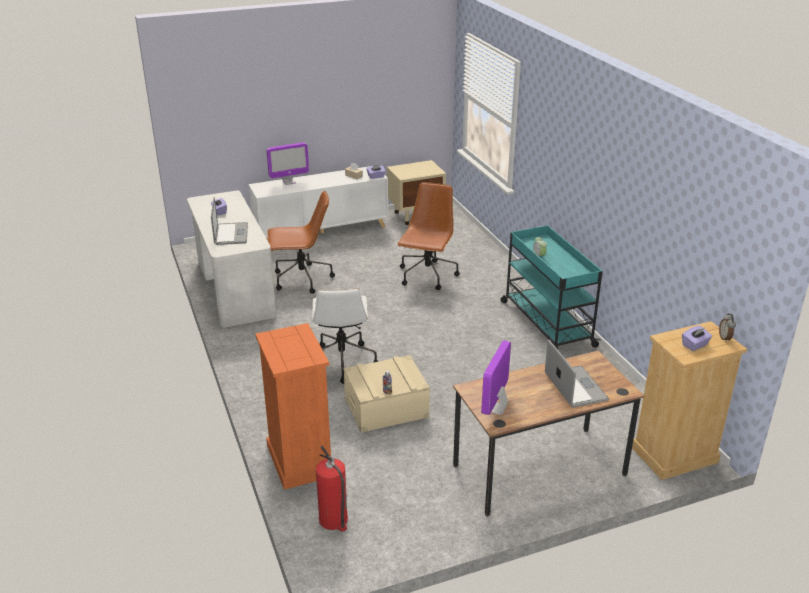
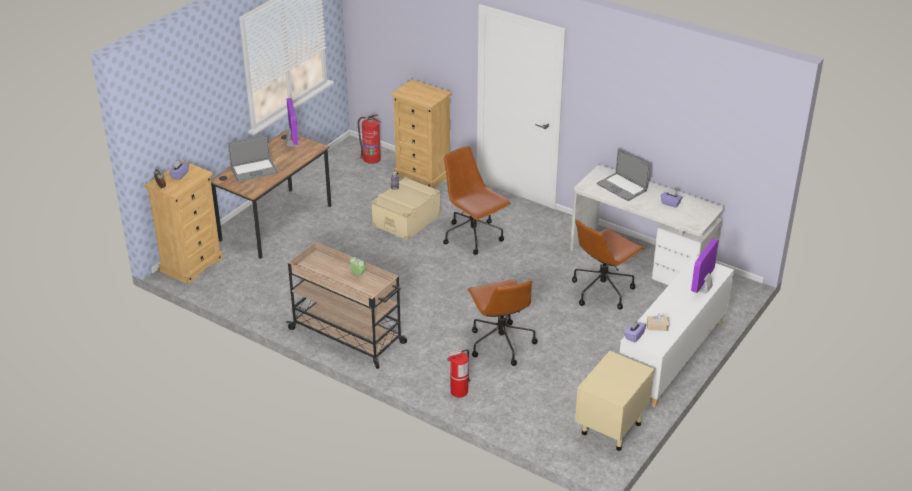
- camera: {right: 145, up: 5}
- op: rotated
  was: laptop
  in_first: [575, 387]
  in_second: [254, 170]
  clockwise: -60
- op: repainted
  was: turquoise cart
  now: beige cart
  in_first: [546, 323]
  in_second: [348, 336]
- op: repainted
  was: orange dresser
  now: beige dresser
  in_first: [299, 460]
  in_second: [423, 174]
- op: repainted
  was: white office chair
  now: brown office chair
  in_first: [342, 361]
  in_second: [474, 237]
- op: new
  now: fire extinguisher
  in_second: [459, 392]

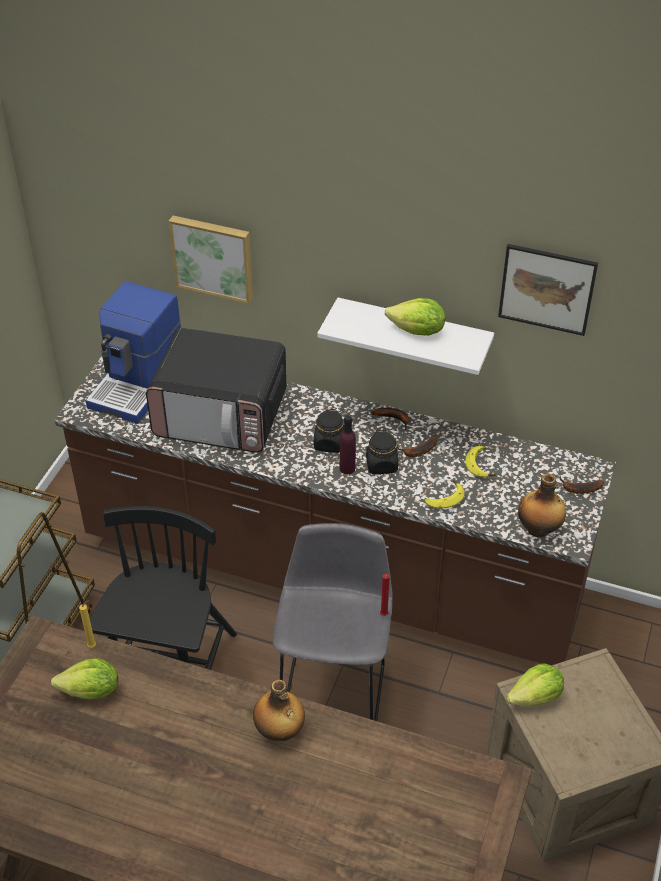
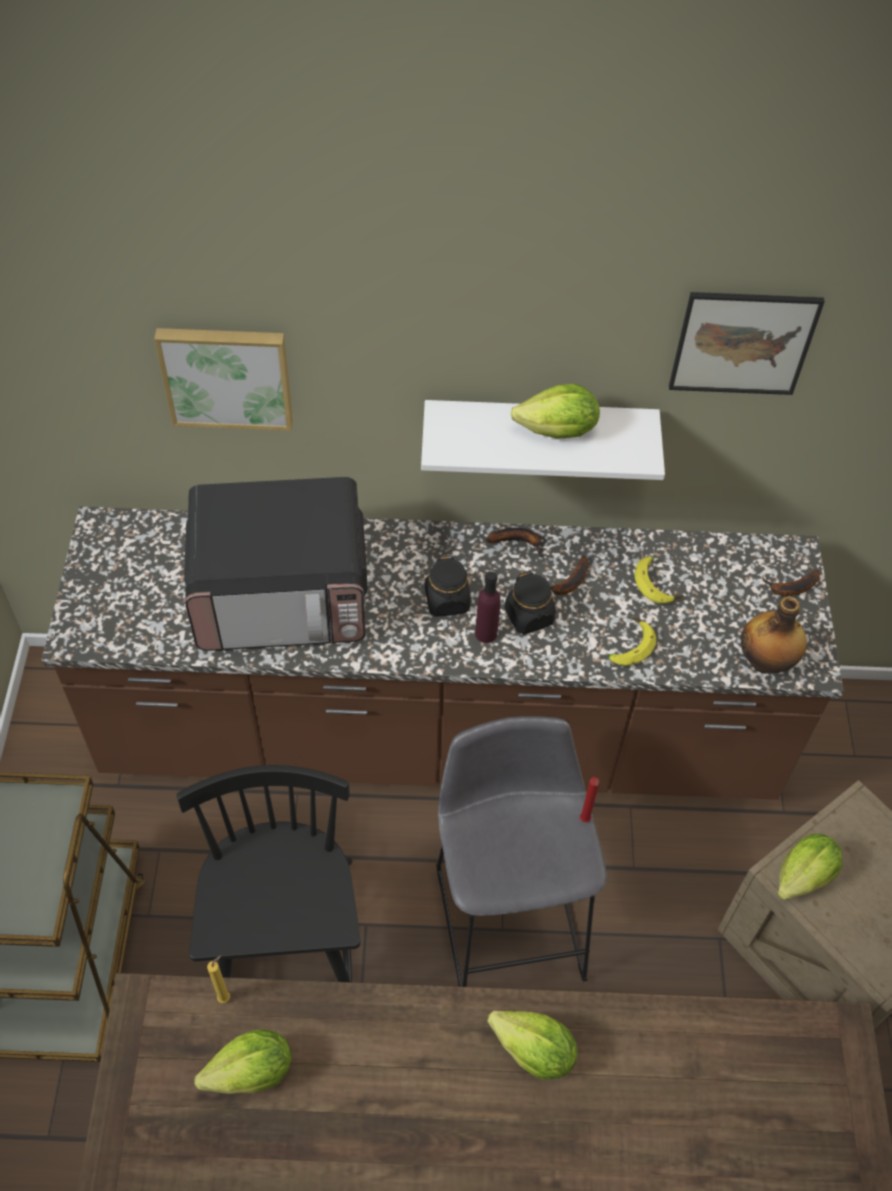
- camera: {right: -20, up: 10}
- op: swapped
  was: bottle
  now: lettuce
  in_first: [279, 731]
  in_second: [534, 1052]
- op: gone
  was: coffee machine
  in_first: [138, 384]

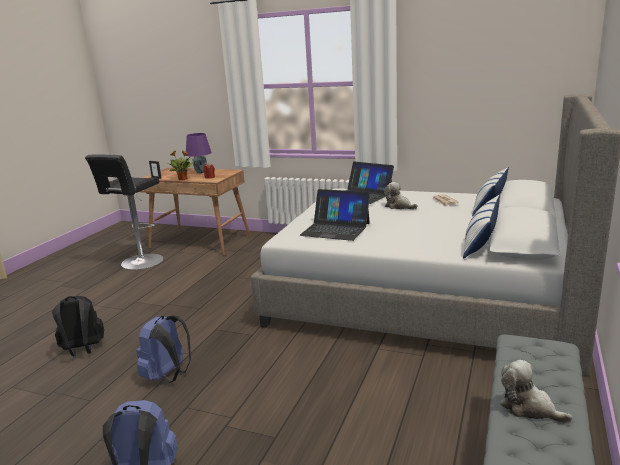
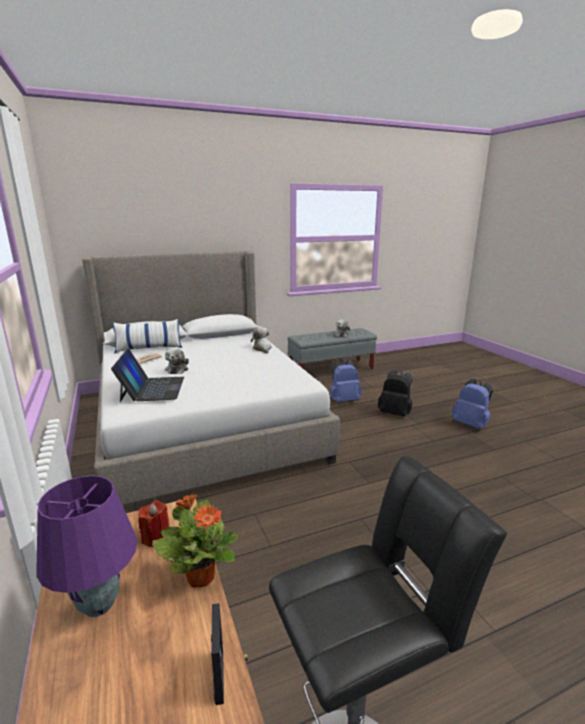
- camera: {right: -135, up: 0}
- op: new
  now: plush toy
  in_second: [262, 349]
- op: shifted
  was: blue backpack
  in_first: [168, 376]
  in_second: [343, 400]
- op: shifted
  was: black backpack
  in_first: [82, 350]
  in_second: [395, 413]
- op: gone
  was: laptop
  in_first: [335, 229]
- op: gone
  was: pillow
  in_first: [480, 243]

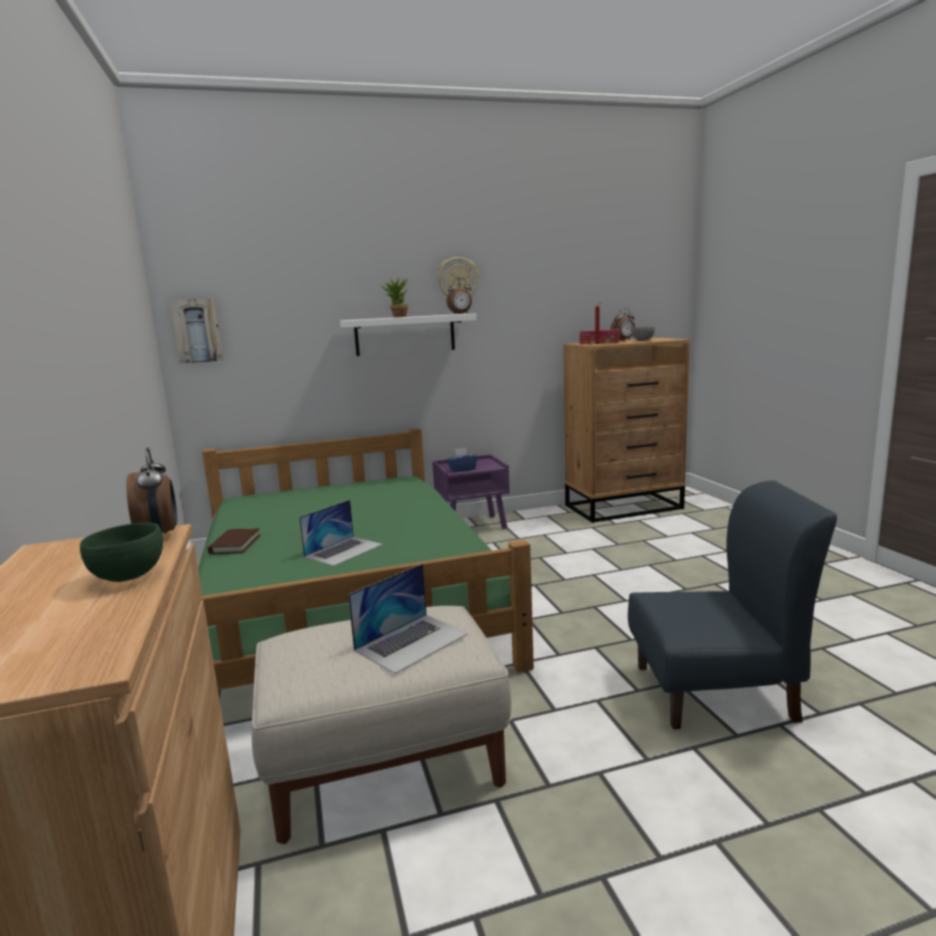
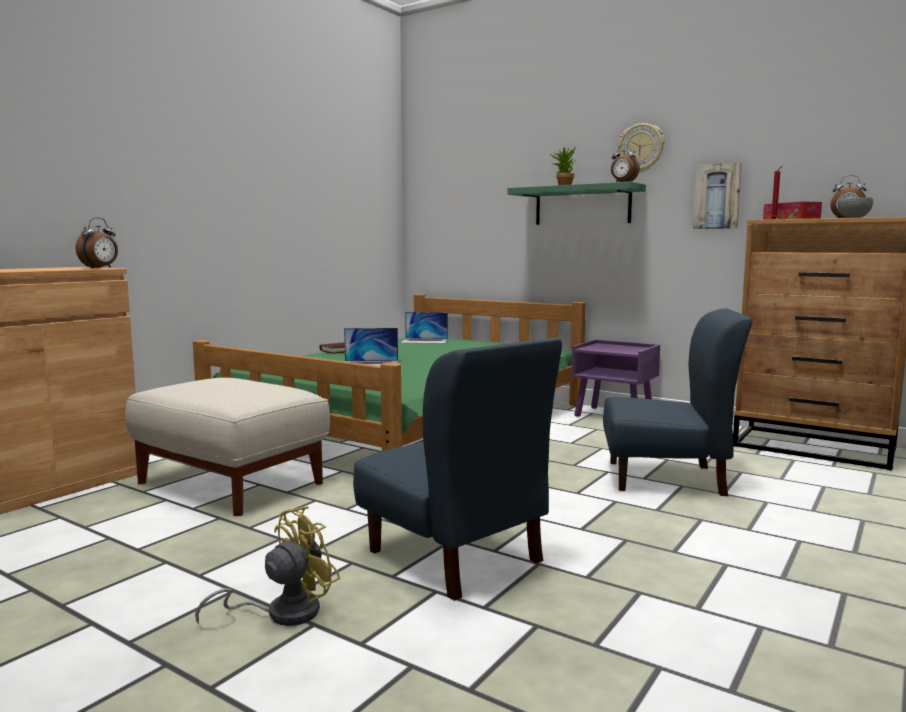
- camera: {right: 50, up: -5}
- op: new
  now: yellow fan
  in_second: [282, 613]
- op: shifted
  was: laptop
  in_first: [411, 642]
  in_second: [424, 341]
- op: repainted
  was: white shelf
  now: green shelf
  in_first: [405, 334]
  in_second: [582, 205]
- op: new
  now: blue chair
  in_second: [666, 478]
- op: shifted
  was: picture
  in_first: [197, 331]
  in_second: [717, 196]
- op: gone
  was: green bowl
  in_first: [129, 577]
- op: gone
  was: blue tissue box
  in_first: [462, 469]

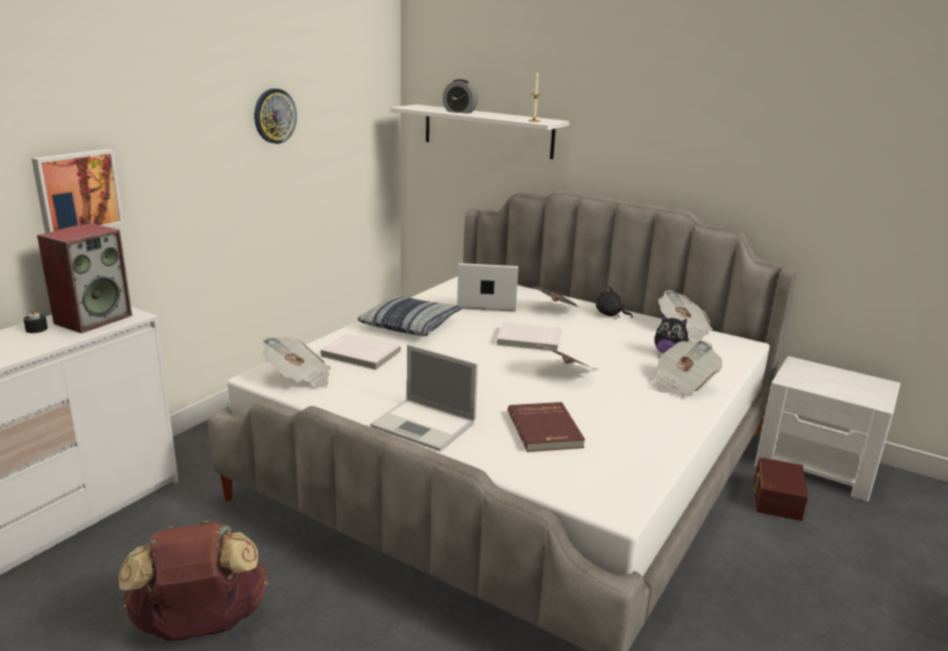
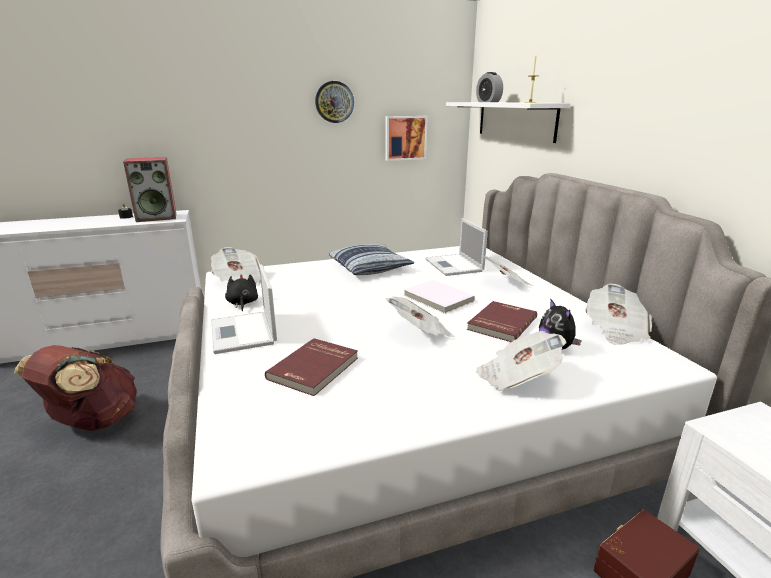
- camera: {right: 40, up: 0}
- op: shifted
  was: black plush toy
  in_first: [610, 314]
  in_second: [242, 303]
- op: shifted
  was: picture
  in_first: [77, 192]
  in_second: [405, 138]
- op: rotated
  was: laptop
  in_first: [485, 302]
  in_second: [454, 265]
  clockwise: -150
- op: new
  now: red book
  in_second: [501, 323]
- op: gone
  was: white book
  in_first: [360, 355]

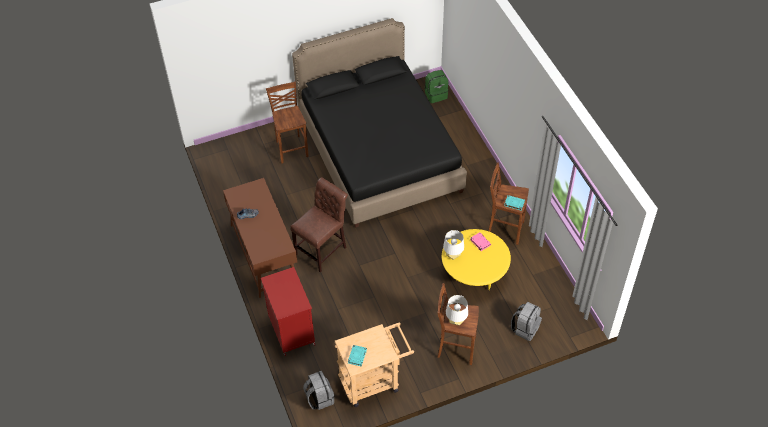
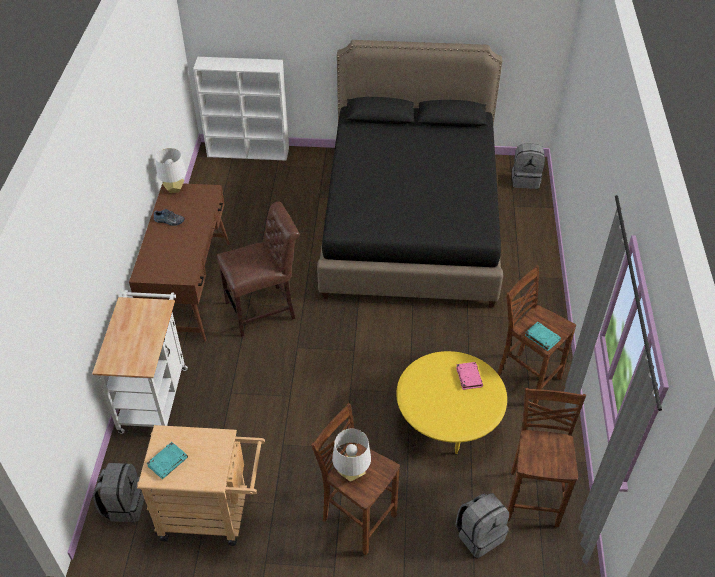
- camera: {right: 25, up: -5}
- op: swapped
  was: red cabinet
  now: white cart
  in_first: [291, 329]
  in_second: [154, 394]
- op: shifted
  was: white table lamp
  in_first: [453, 255]
  in_second: [174, 189]
- op: new
  now: white bookcase
  in_second: [249, 152]
- op: shifted
  was: brown stool
  in_first: [291, 148]
  in_second: [533, 497]
- op: repainted
  was: green backpack
  now: grey backpack
  in_first: [435, 95]
  in_second: [525, 180]

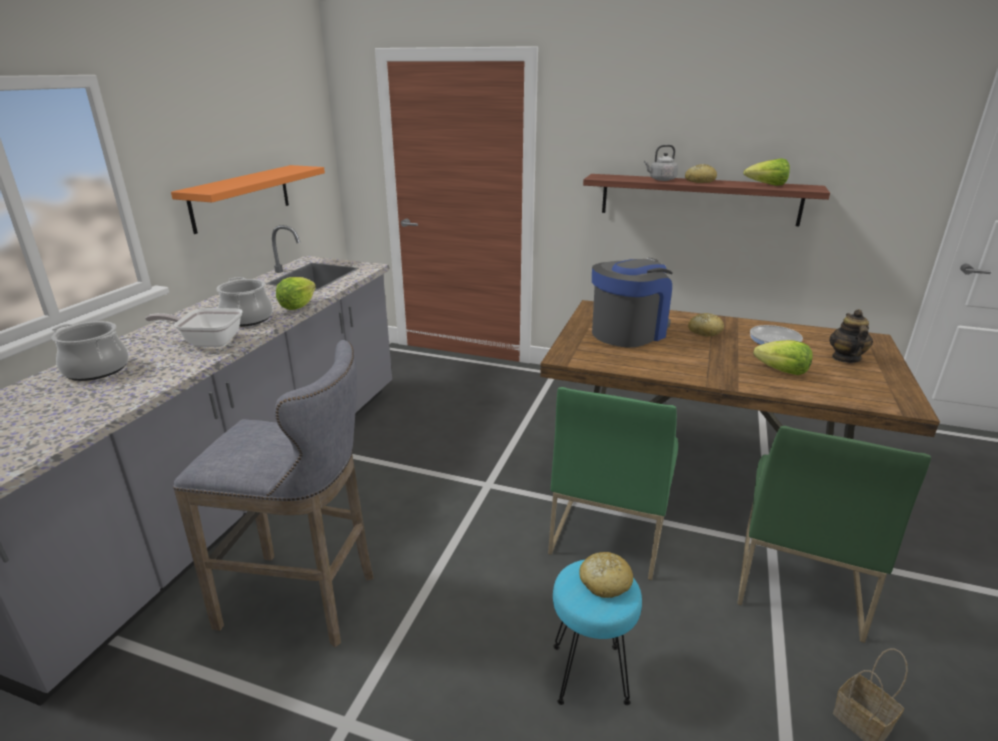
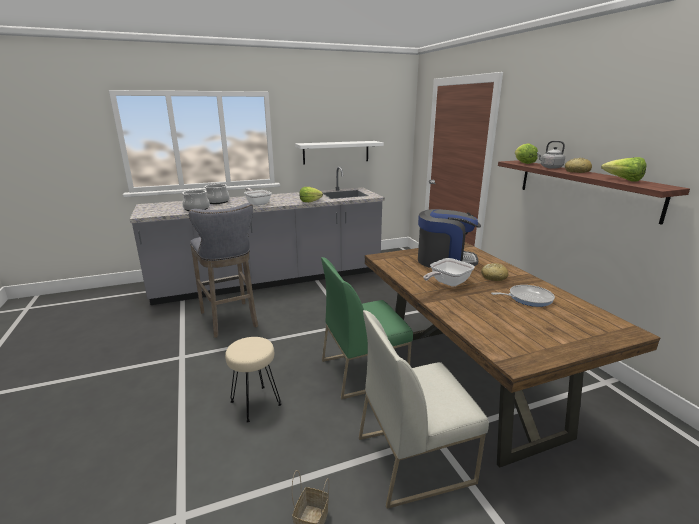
- camera: {right: 50, up: -5}
- op: shifted
  was: cooking pot
  in_first: [247, 319]
  in_second: [196, 209]
- op: repainted
  was: turquoise stool
  now: beige stool
  in_first: [589, 675]
  in_second: [255, 404]
- op: repainted
  was: orange shelf
  now: white shelf
  in_first: [241, 197]
  in_second: [336, 152]
- op: repainted
  was: green chair
  now: white chair
  in_first: [797, 578]
  in_second: [414, 458]
- op: new
  now: frying pan
  in_second: [447, 283]
- op: shifted
  was: lettuce
  in_first: [782, 371]
  in_second: [523, 163]
- op: gone
  was: bread
  in_first: [604, 582]
- op: gone
  was: teapot
  in_first: [845, 358]

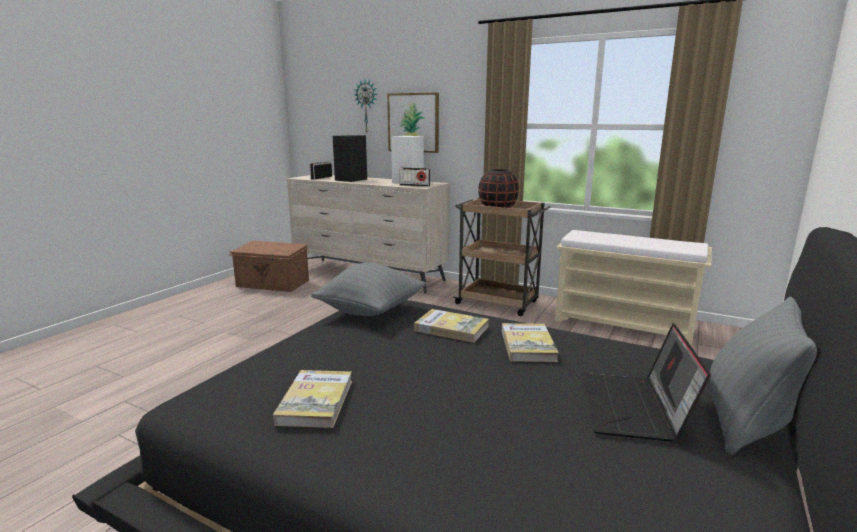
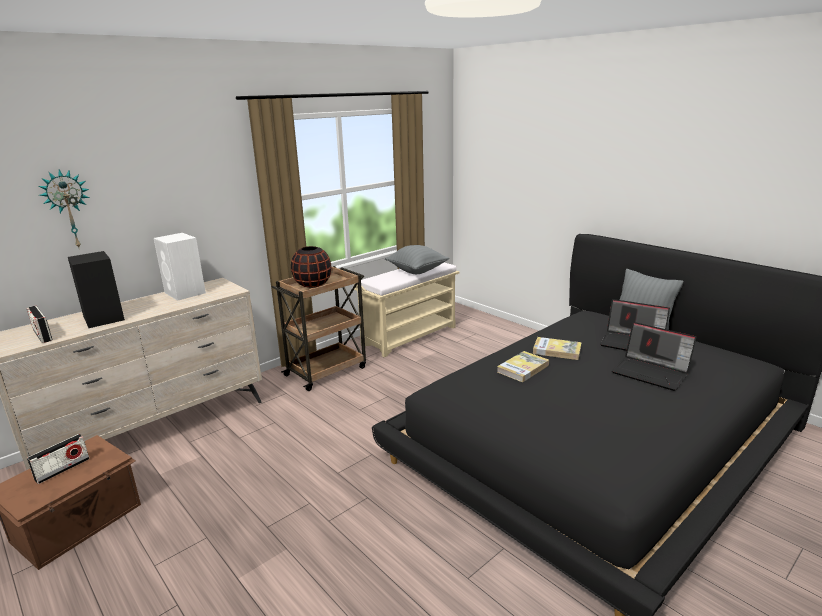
- camera: {right: -70, up: 5}
- op: shifted
  was: radio
  in_first: [414, 185]
  in_second: [62, 469]
- op: shifted
  was: grey pillow
  in_first: [371, 311]
  in_second: [417, 271]
- op: new
  now: laptop
  in_second: [651, 372]
- op: gone
  was: book
  in_first: [316, 401]
- op: gone
  was: picture
  in_first: [413, 122]

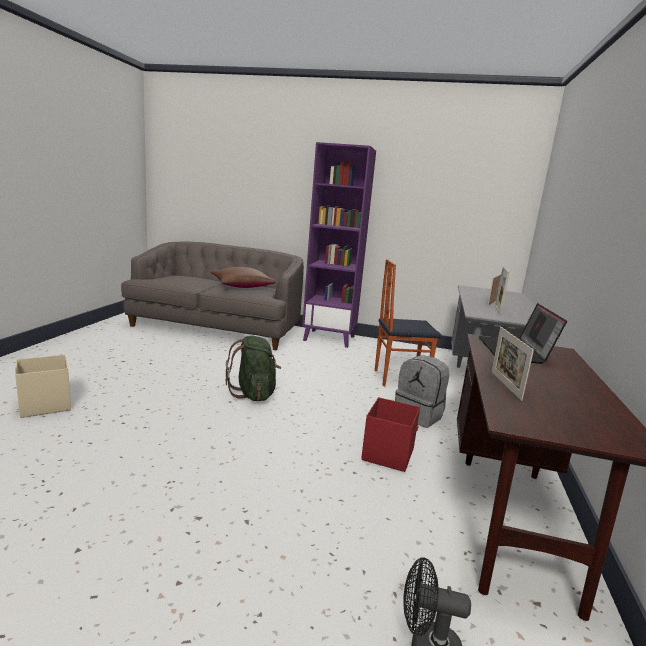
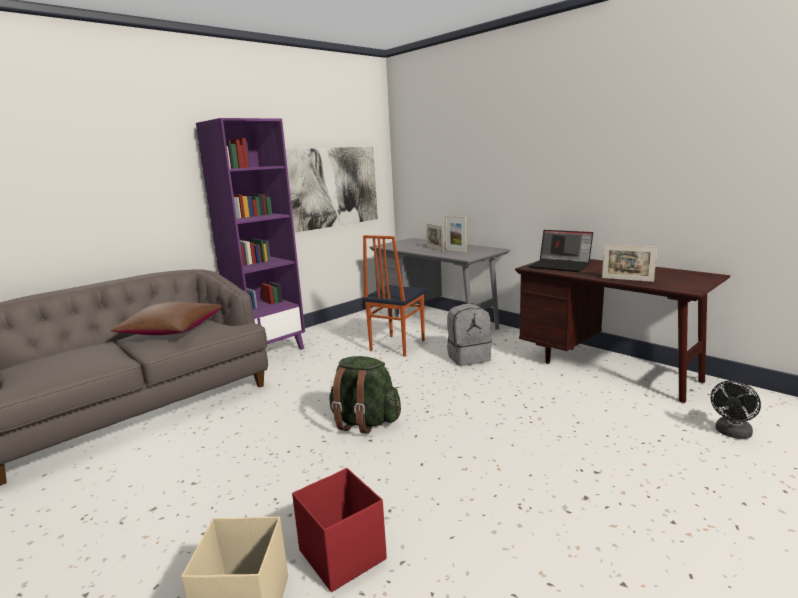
- camera: {right: -55, up: 0}
- op: new
  now: picture
  in_second: [330, 187]
- op: shifted
  was: red storage box
  in_first: [388, 454]
  in_second: [342, 554]

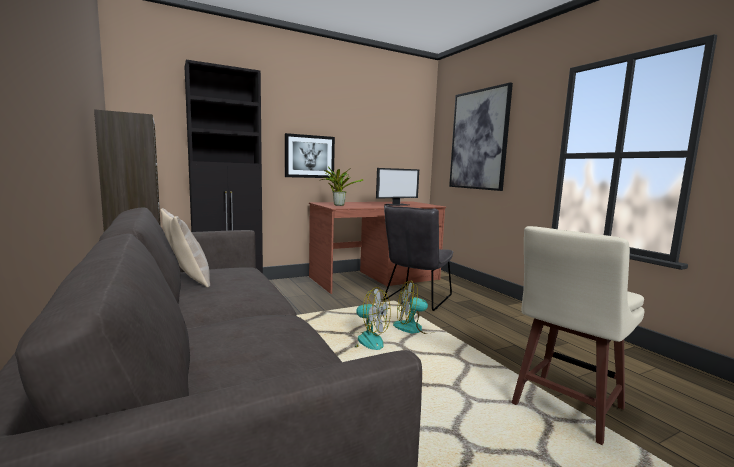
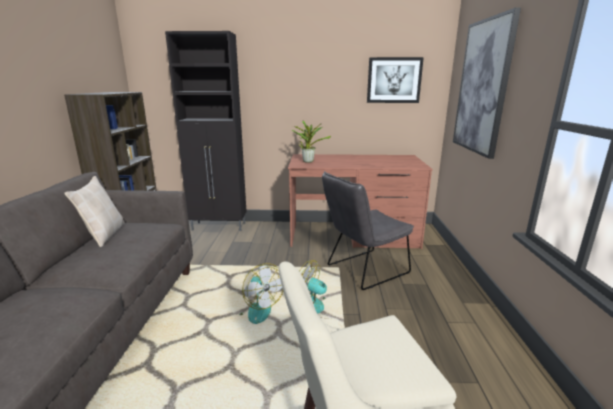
- camera: {right: 30, up: 10}
- op: shifted
  was: picture
  in_first: [309, 156]
  in_second: [394, 80]
- op: gone
  was: monitor
  in_first: [397, 204]

